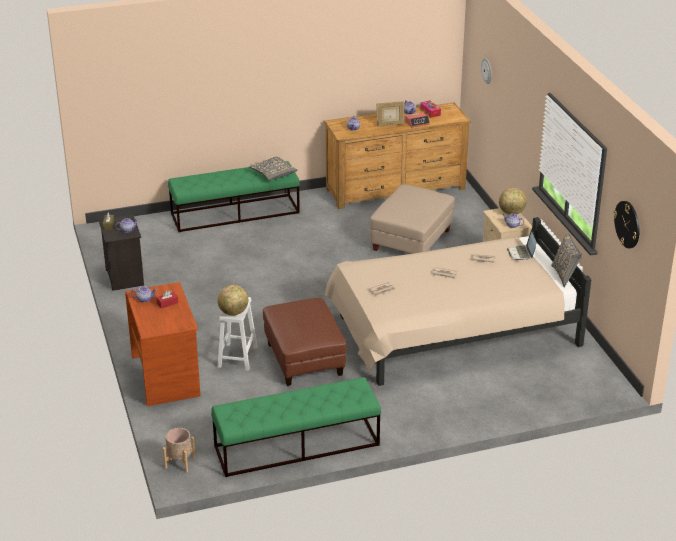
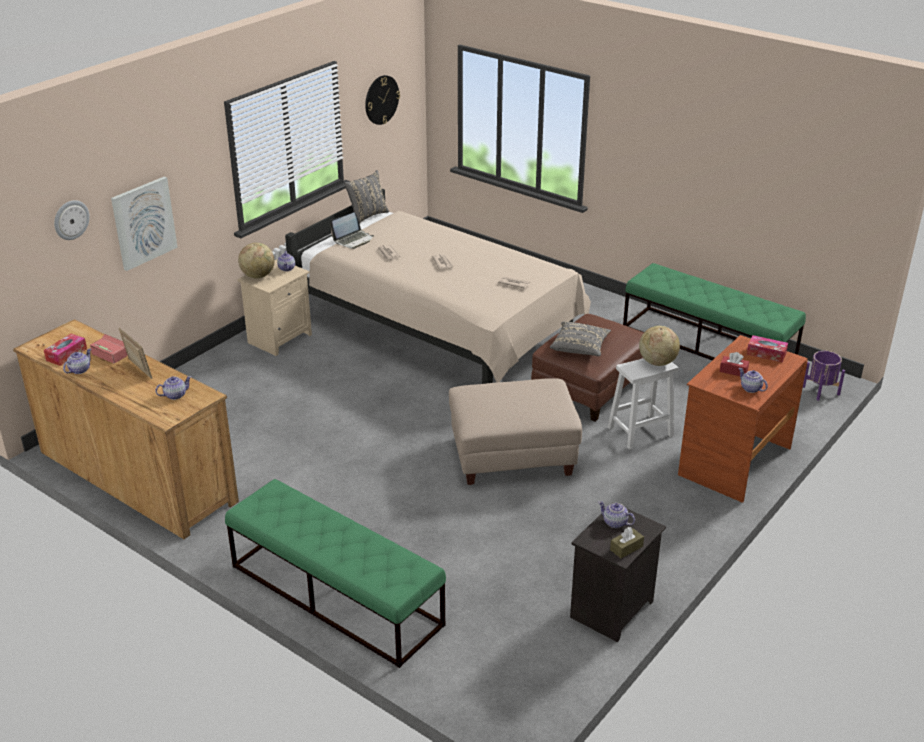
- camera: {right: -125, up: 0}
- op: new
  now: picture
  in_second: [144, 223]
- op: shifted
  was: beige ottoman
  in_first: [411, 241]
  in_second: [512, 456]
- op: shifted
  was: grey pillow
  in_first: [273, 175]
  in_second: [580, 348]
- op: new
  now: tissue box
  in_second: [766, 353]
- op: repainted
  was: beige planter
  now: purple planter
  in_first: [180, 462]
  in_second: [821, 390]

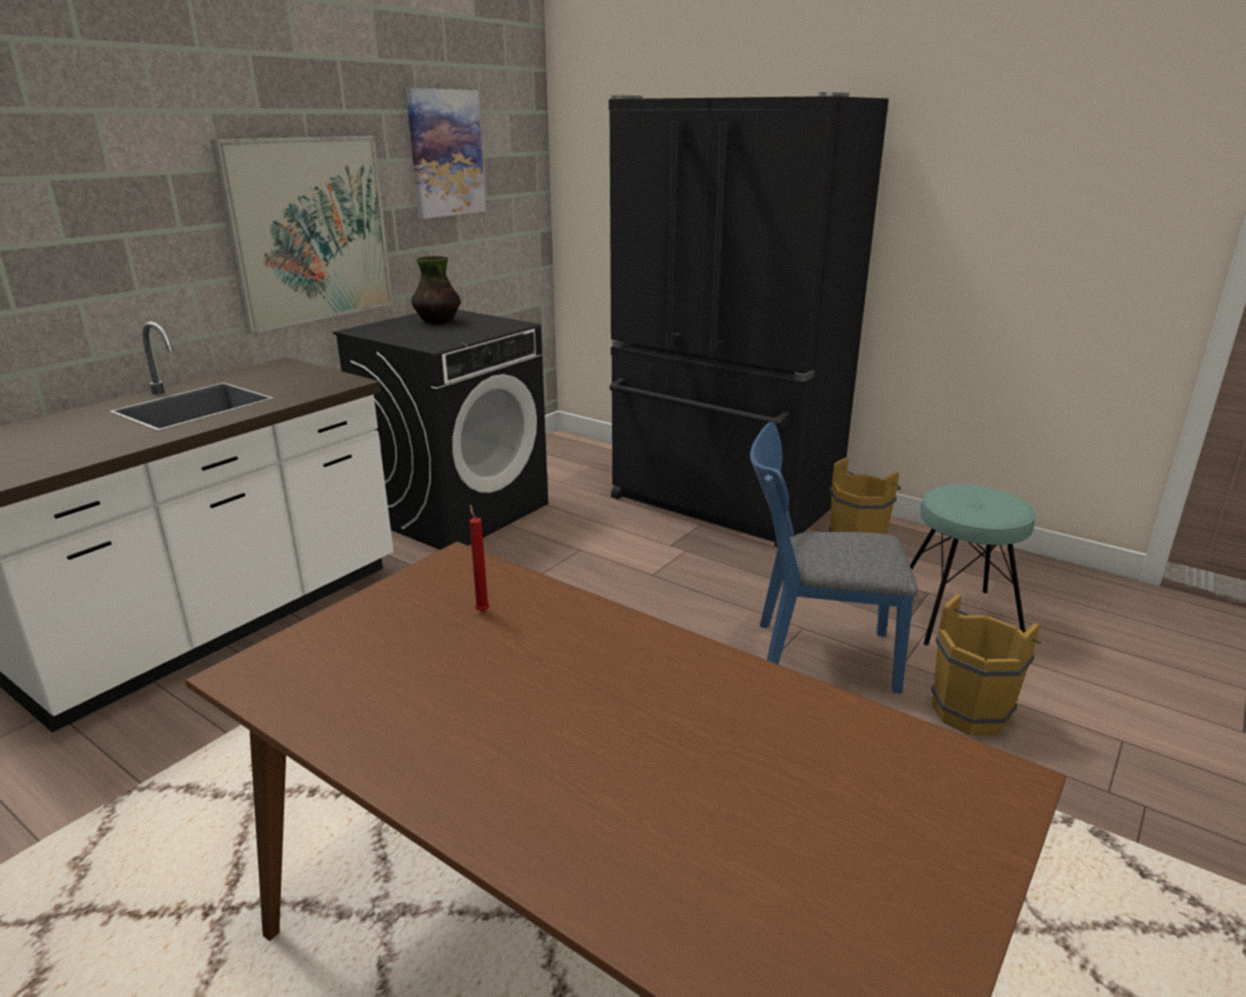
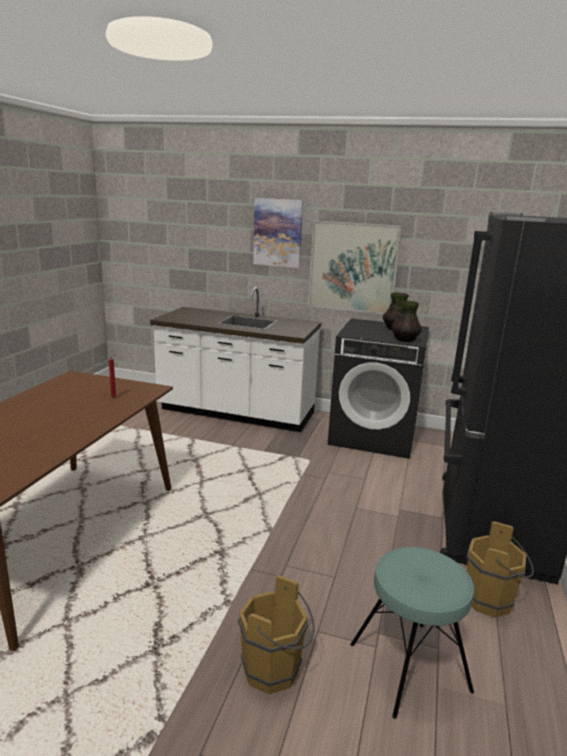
- camera: {right: 70, up: -5}
- op: shifted
  was: picture
  in_first: [445, 153]
  in_second: [278, 233]
- op: new
  now: vase
  in_second: [404, 340]
- op: gone
  was: blue chair
  in_first: [813, 655]

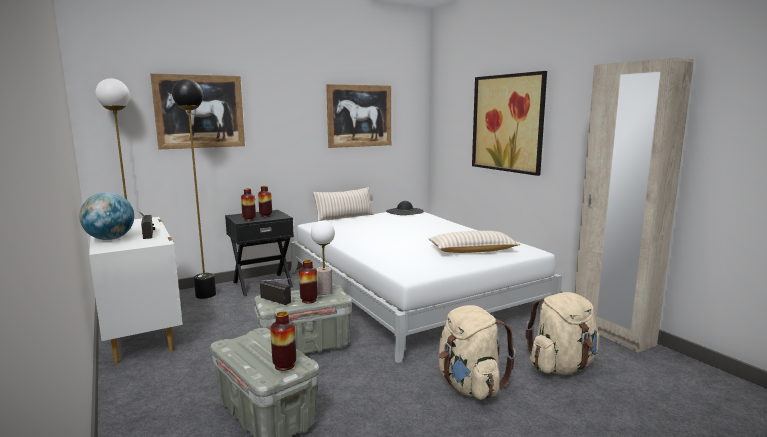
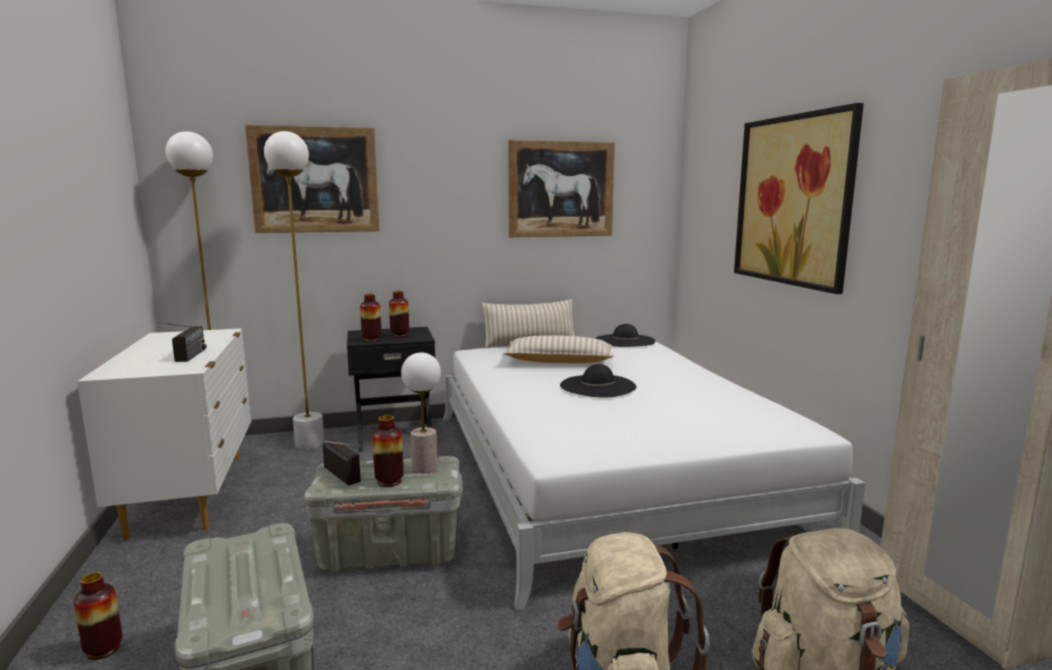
- camera: {right: 15, up: 0}
- op: shifted
  was: vase
  in_first: [284, 365]
  in_second: [103, 649]
- op: repainted
  was: black floor lamp
  now: white floor lamp
  in_first: [205, 295]
  in_second: [309, 444]
- op: shifted
  was: beige pillow
  in_first: [472, 251]
  in_second: [559, 361]
- op: new
  now: black hat
  in_second: [597, 386]
- op: gone
  was: globe
  in_first: [110, 239]

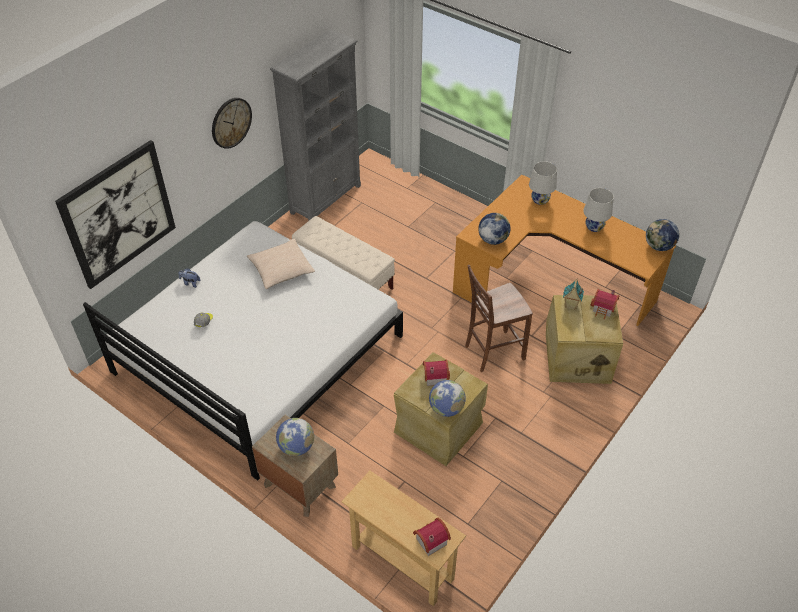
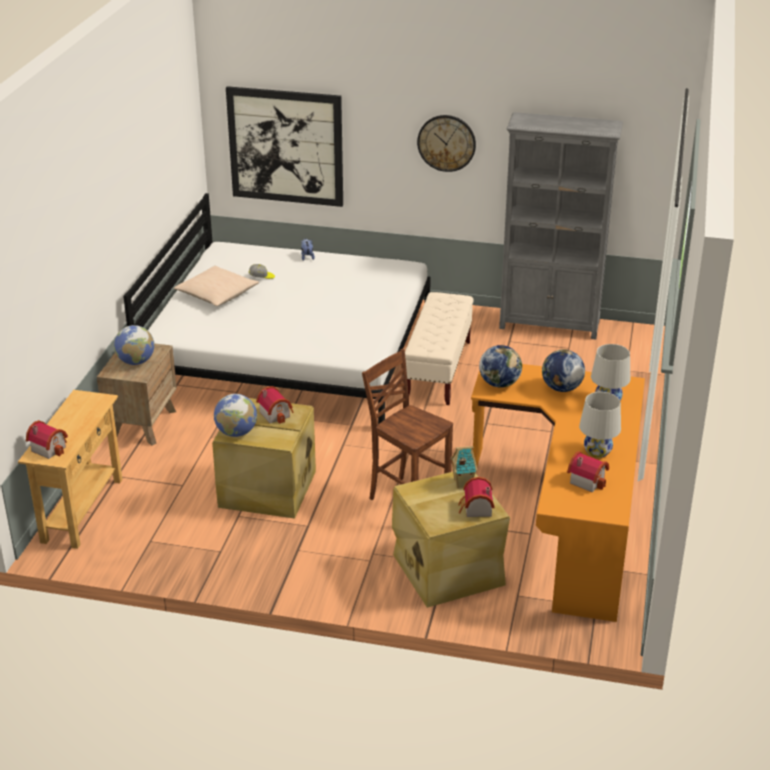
- camera: {right: 65, up: -15}
- op: shifted
  was: beige pillow
  in_first: [281, 269]
  in_second: [217, 294]
- op: shifted
  was: globe
  in_first: [658, 246]
  in_second: [561, 388]
- op: new
  now: toy house
  in_second: [587, 480]

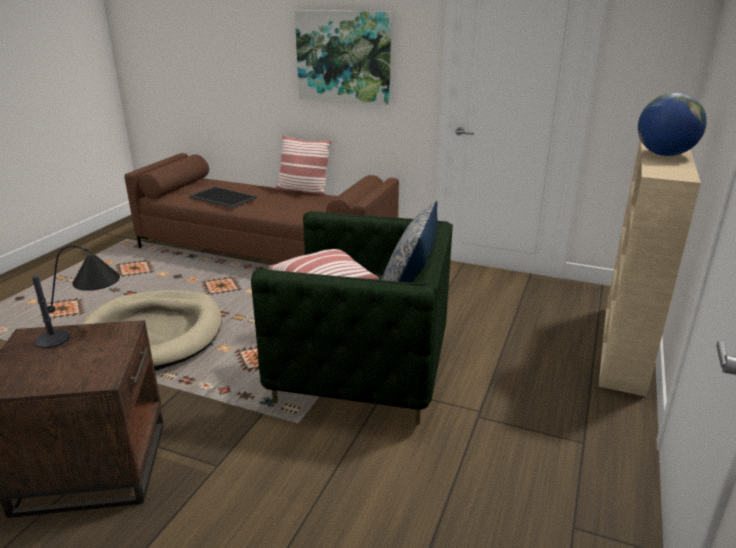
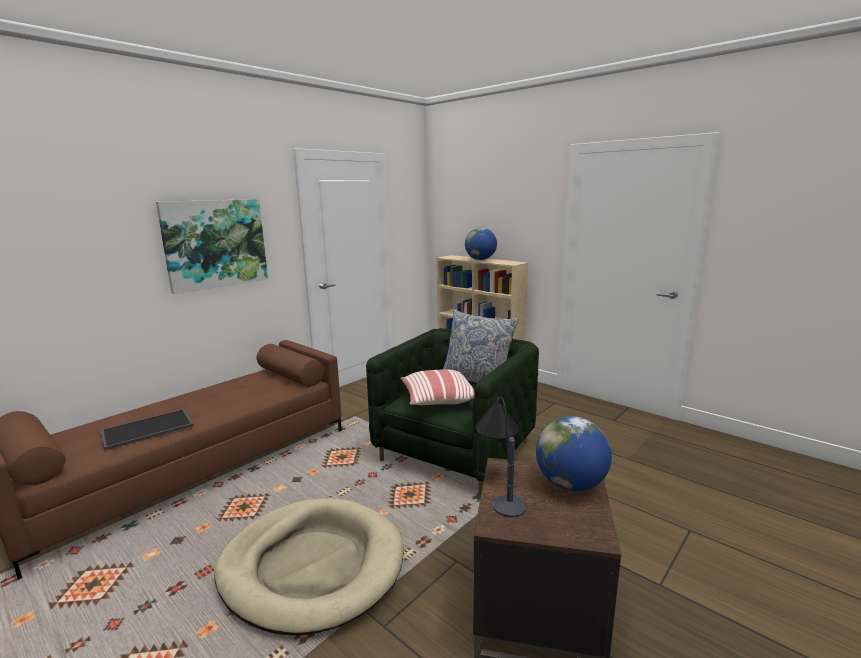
- camera: {right: -70, up: -10}
- op: new
  now: globe
  in_second: [570, 484]
- op: gone
  was: pillow
  in_first: [303, 190]

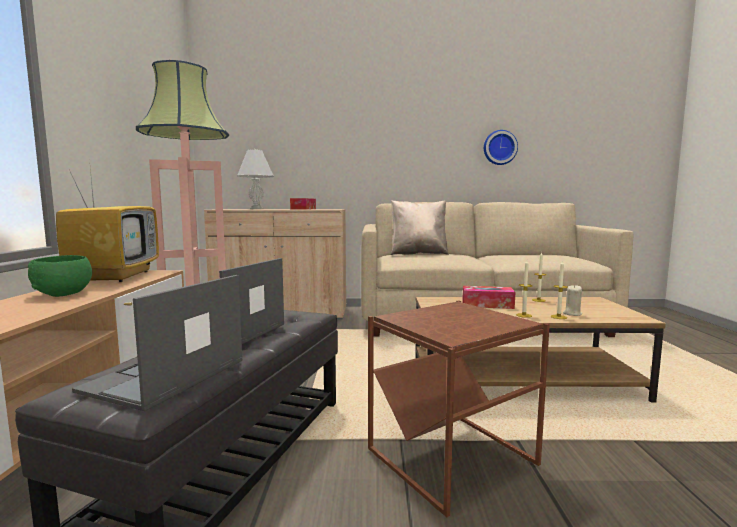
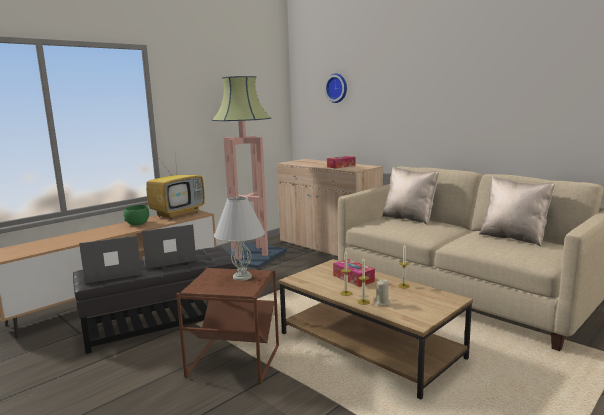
- camera: {right: 45, up: 5}
- op: shifted
  was: white table lamp
  in_first: [257, 209]
  in_second: [242, 277]
- op: shifted
  was: wall clock
  in_first: [499, 148]
  in_second: [337, 88]
- op: new
  now: beige pillow
  in_second: [513, 238]

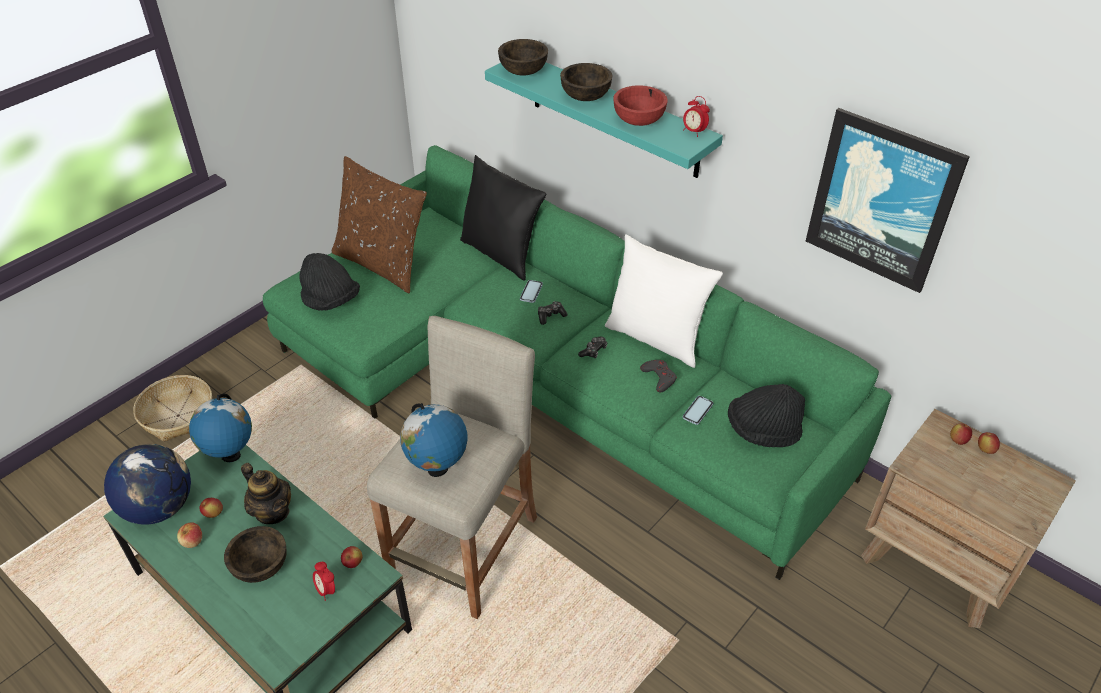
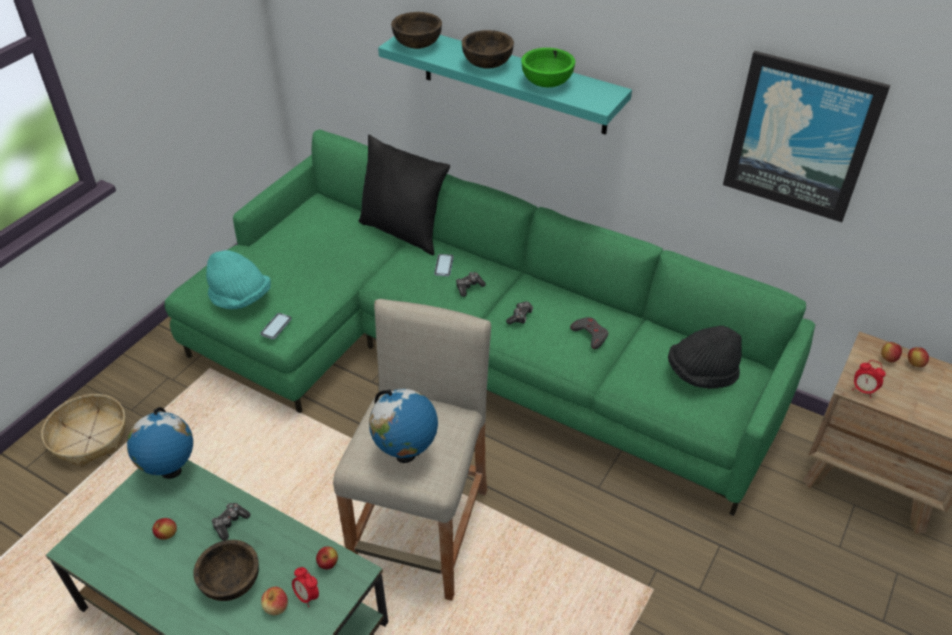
- camera: {right: -10, up: 0}
- op: repainted
  was: black hat
  now: turquoise hat
  in_first: [331, 300]
  in_second: [240, 298]
- op: swapped
  was: teapot
  now: game controller
  in_first: [273, 511]
  in_second: [230, 523]
- op: shifted
  was: phone
  in_first: [697, 411]
  in_second: [276, 327]
- op: shifted
  was: apple
  in_first: [192, 541]
  in_second: [276, 607]
- op: repainted
  was: red bowl
  now: green bowl
  in_first: [639, 120]
  in_second: [547, 82]
- op: shifted
  was: alarm clock
  in_first: [694, 132]
  in_second: [863, 390]
- op: gone
  was: globe
  in_first: [159, 507]
- op: gone
  was: brown pillow
  in_first: [382, 263]
- op: gone
  was: white pillow
  in_first: [656, 338]

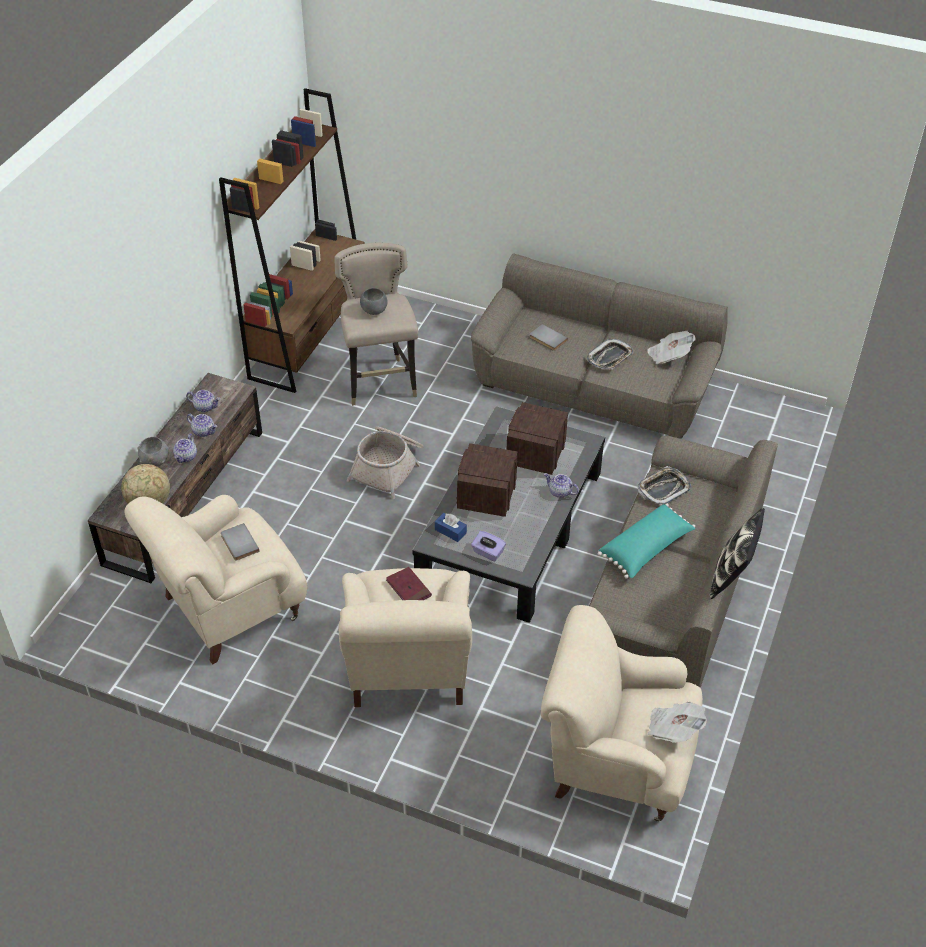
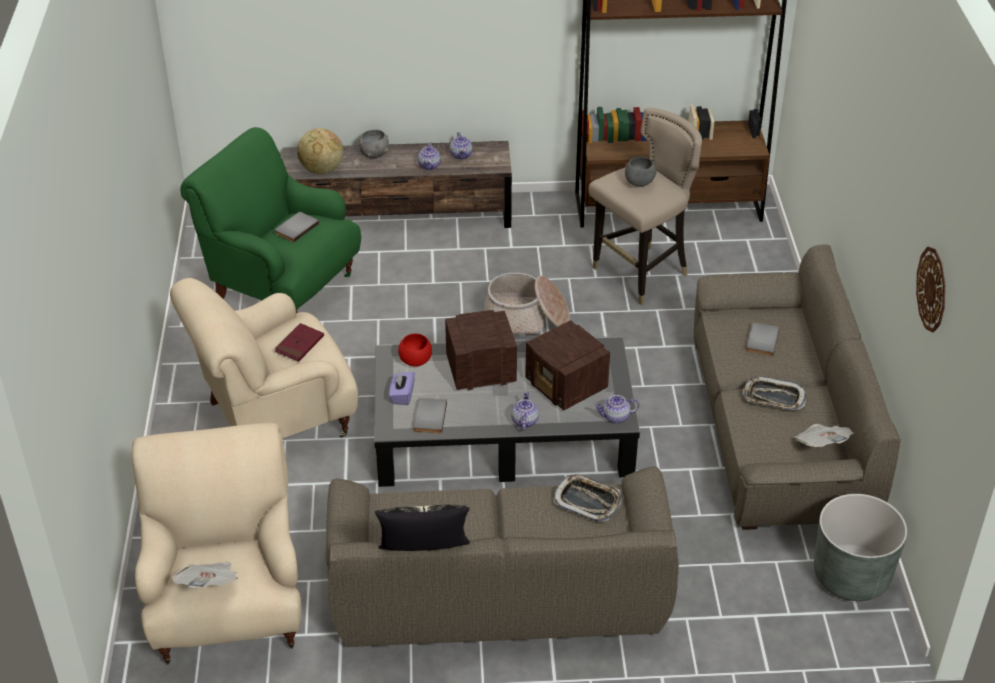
- camera: {right: 65, up: -5}
- op: repainted
  was: beige armchair
  now: green armchair
  in_first: [228, 609]
  in_second: [282, 287]
- op: swapped
  was: blue tissue box
  now: red bowl
  in_first: [450, 531]
  in_second: [415, 361]
- op: new
  now: grey book
  in_second: [428, 417]
- op: rotated
  was: radio
  in_first: [535, 455]
  in_second: [566, 386]
  clockwise: -120
- op: shifted
  was: teapot
  in_first: [186, 457]
  in_second: [615, 417]
- op: new
  now: grey planter
  in_second: [851, 576]
- op: new
  now: wall clock
  in_second: [932, 289]
- op: gone
  was: turquoise pillow
  in_first: [646, 549]

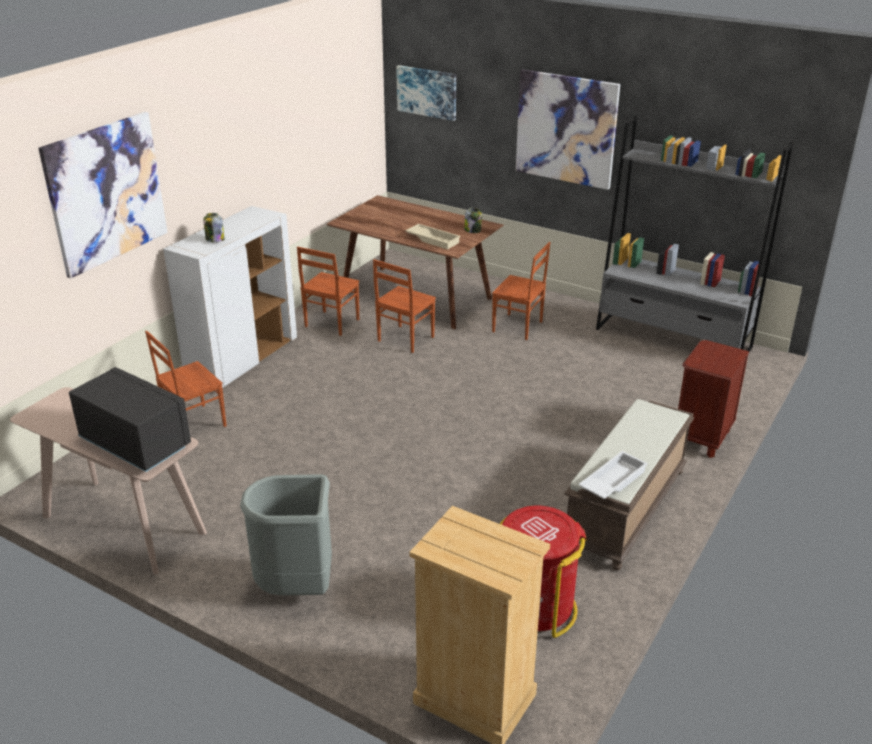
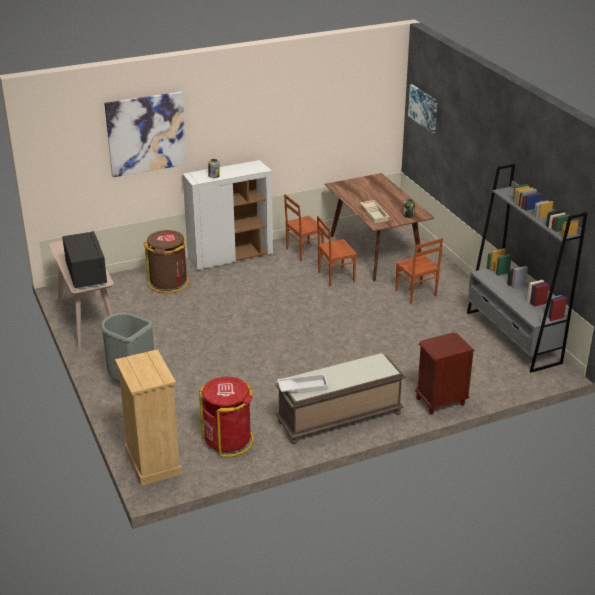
- camera: {right: 35, up: 0}
- op: swapped
  was: brown chair
  now: brown trash can
  in_first: [193, 423]
  in_second: [169, 283]
- op: gone
  was: picture
  in_first: [566, 129]

